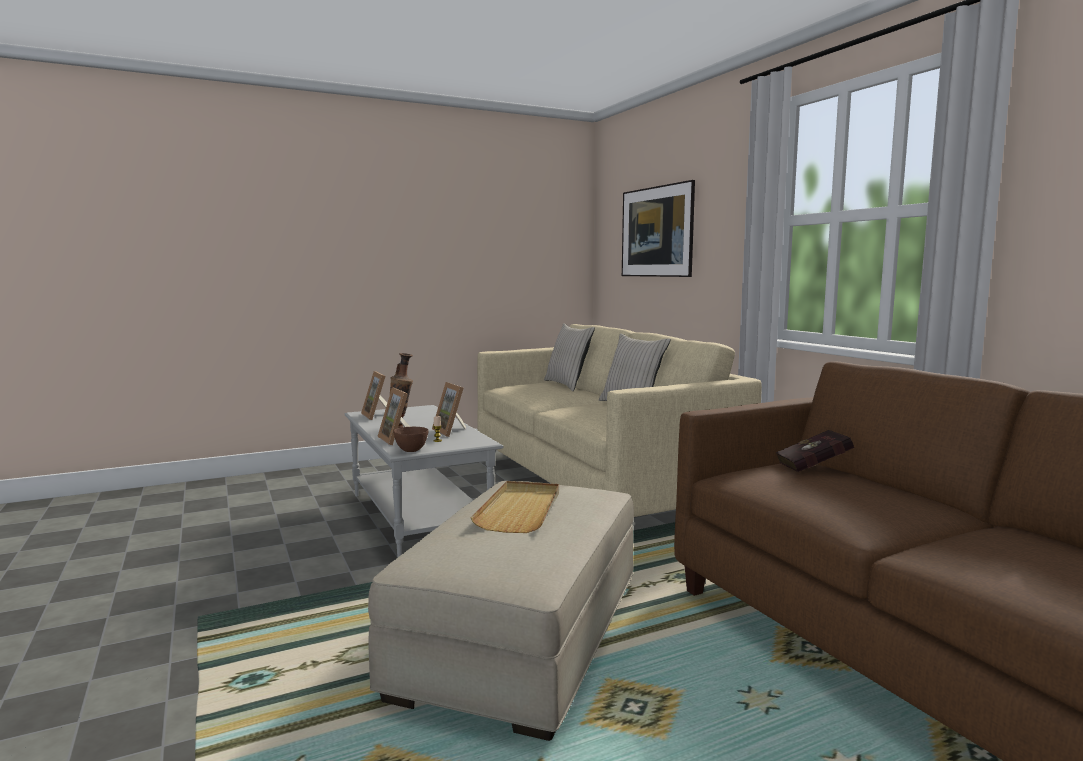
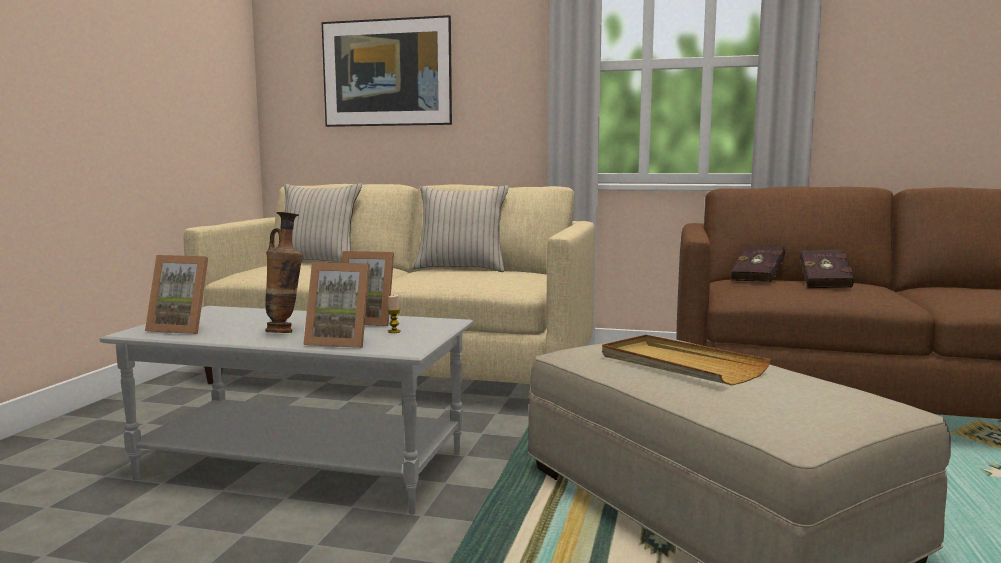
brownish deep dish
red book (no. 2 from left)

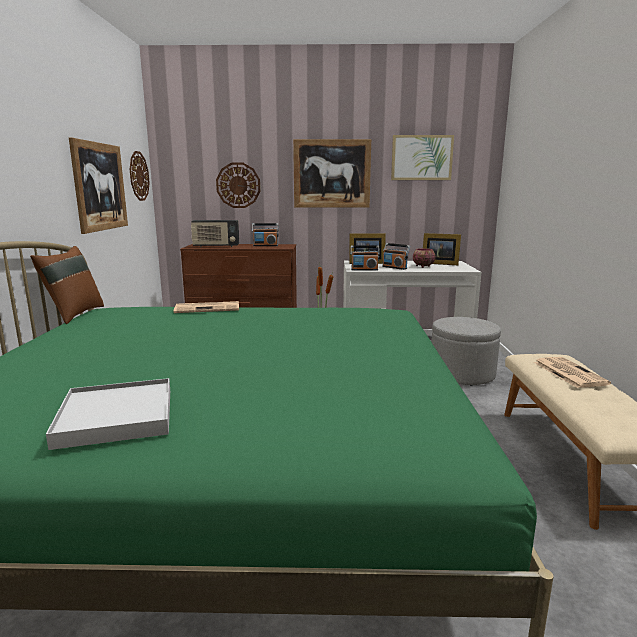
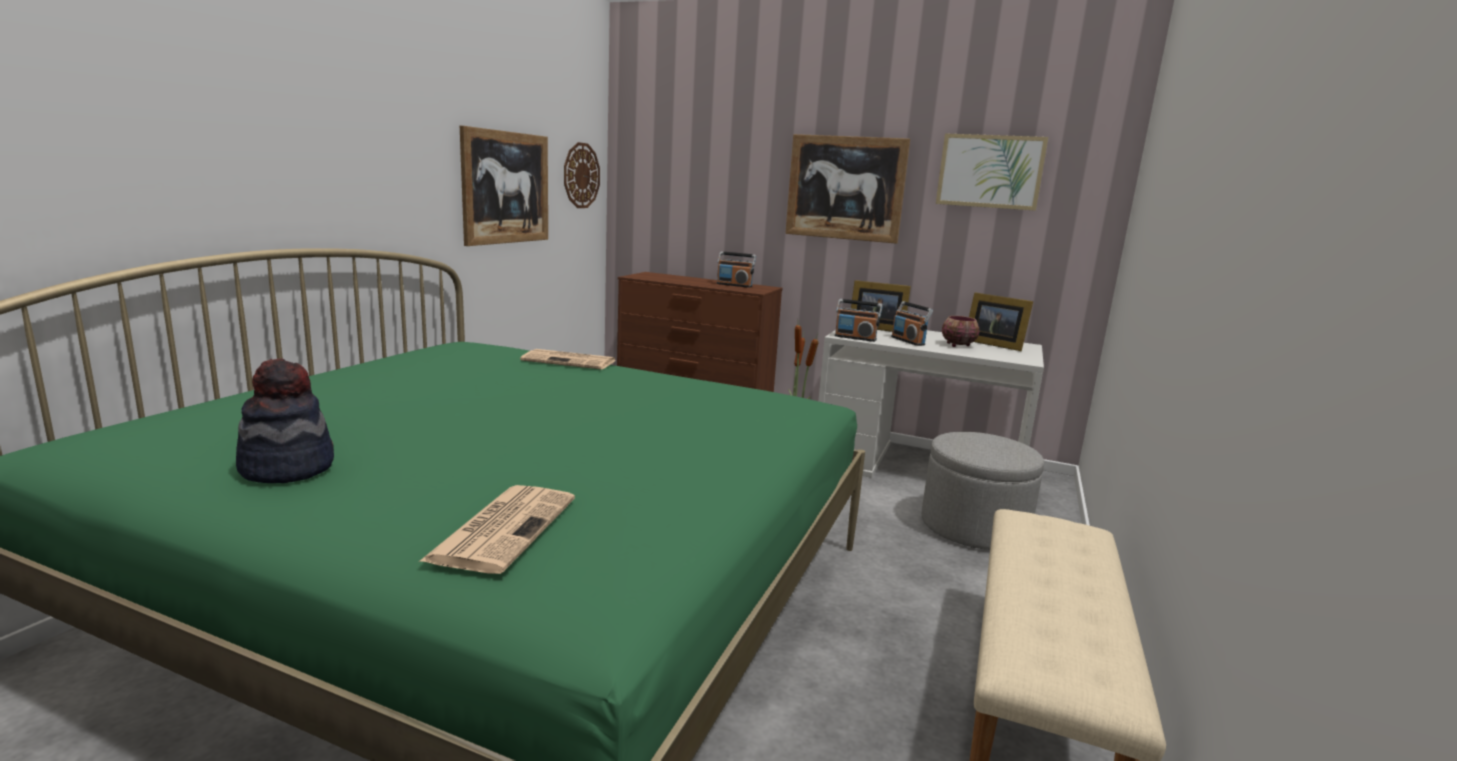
brownish throw pillow
clothing hat
radio set (no. 1 from left in the first image)
clock on the wall (no. 2 from left in the first image)
printed paper (no. 1 from left)

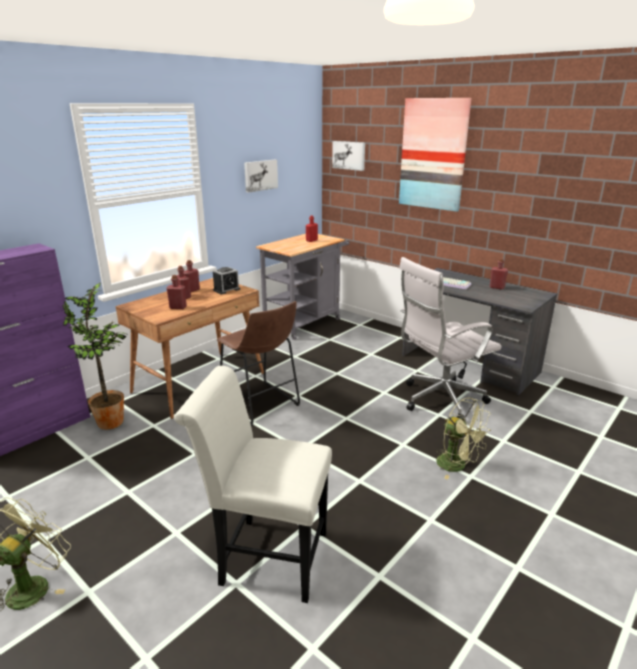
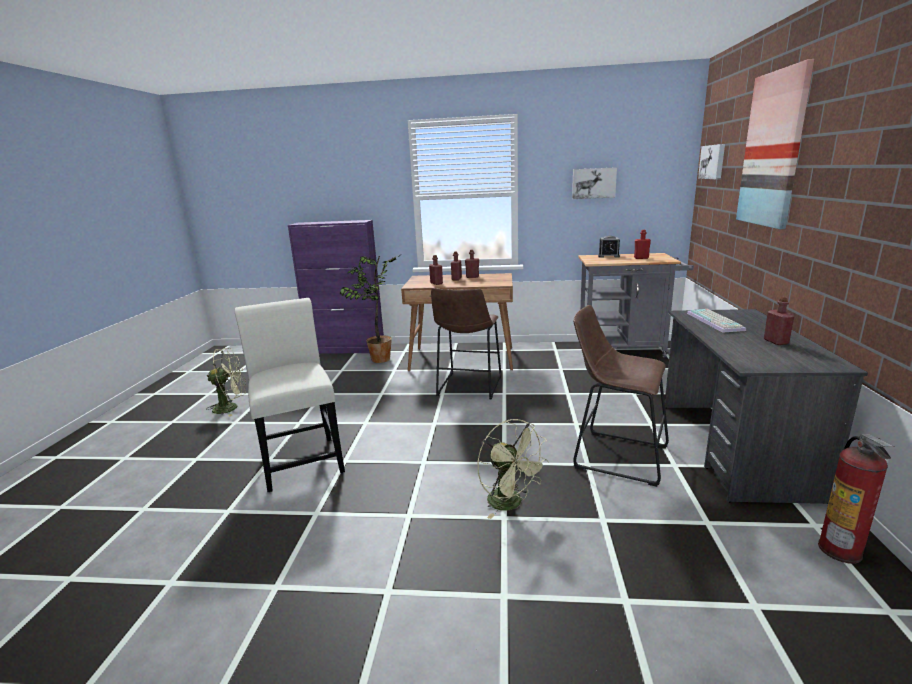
alarm clock
brownish stool seat (no. 2 from left)
green electric fan (no. 2 from left)
extinguisher

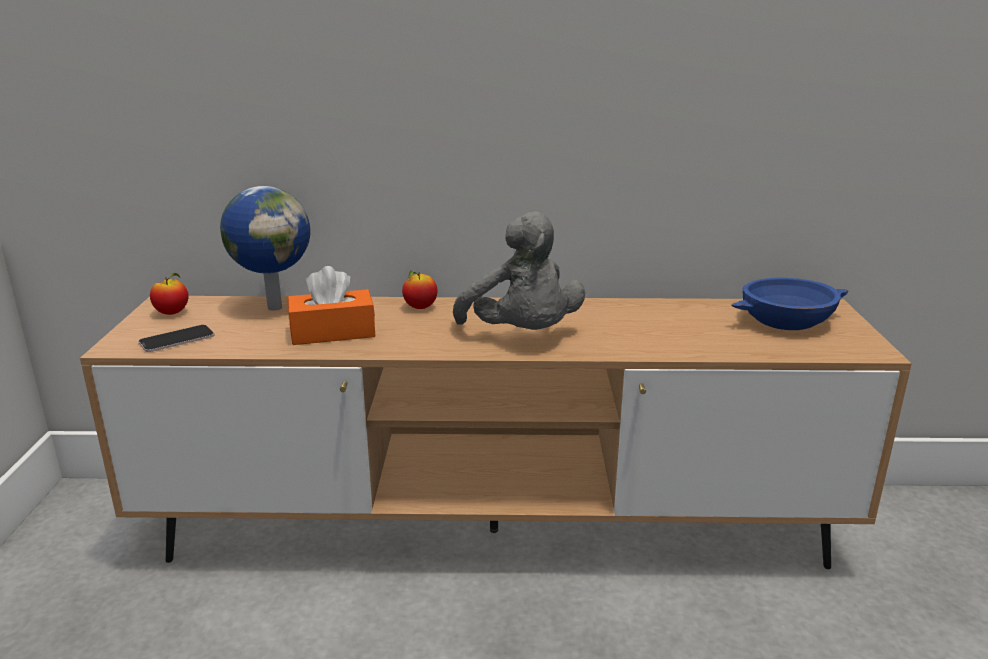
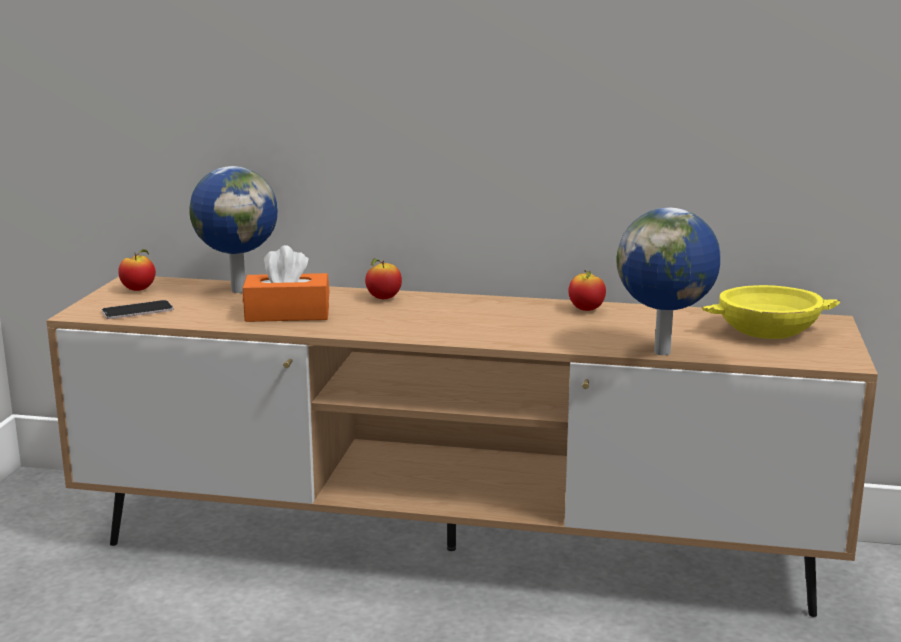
greyish plush toy
yellow-coloured deep dish
apple fruit (no. 3 from left)
world globe (no. 2 from left)

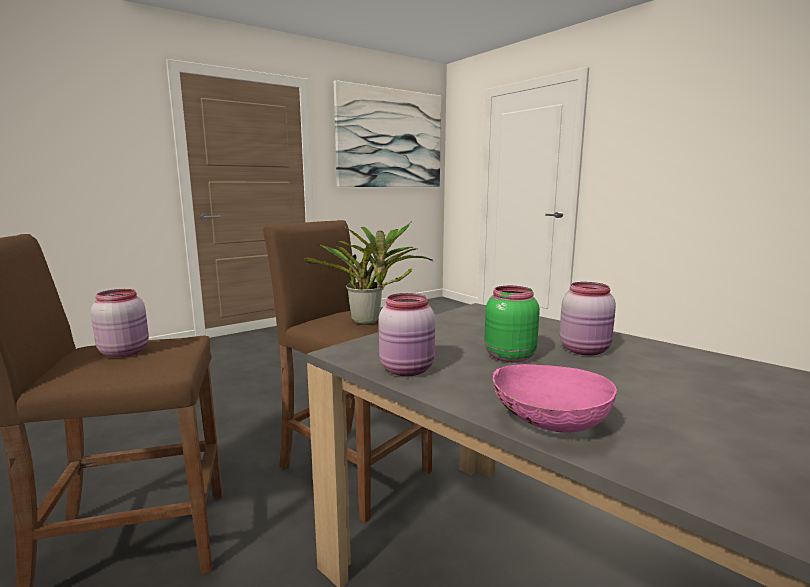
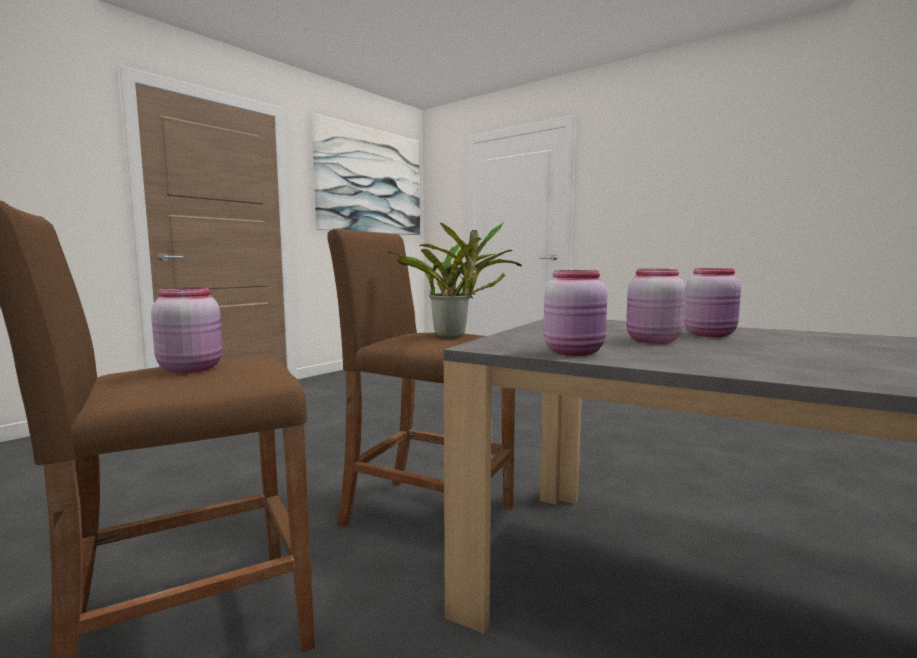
pinkish preserve jar (no. 3 from left)
pinkish deep dish

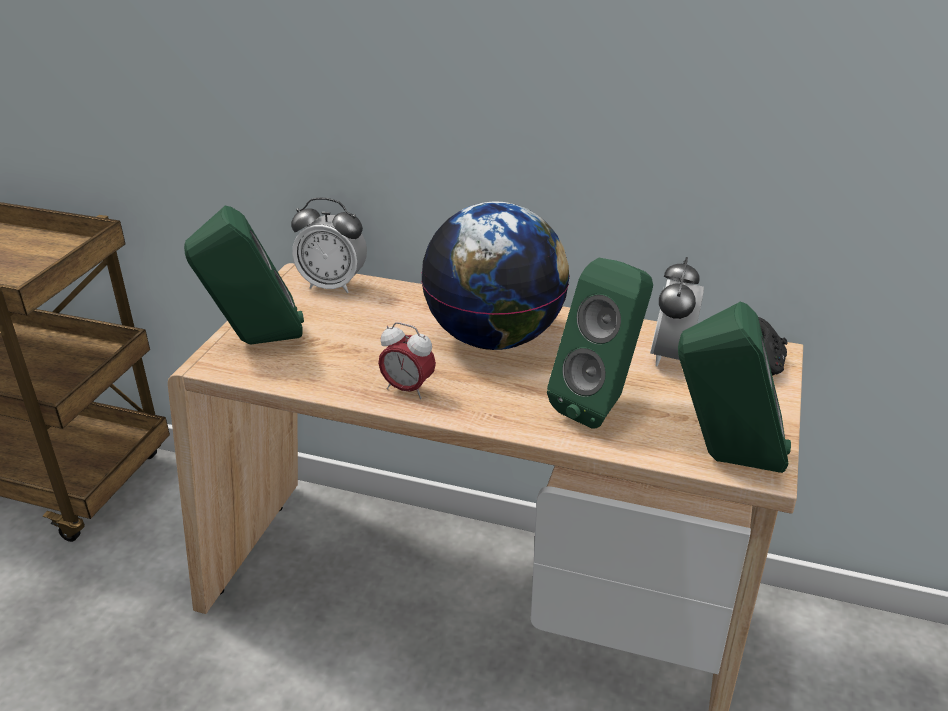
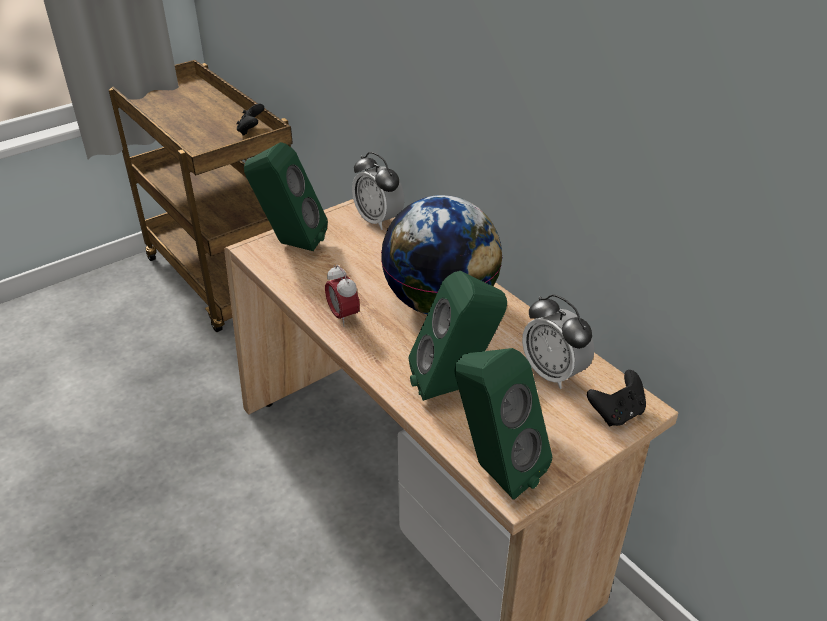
alarm clock (no. 3 from left)
black-coloured gamepad (no. 1 from left)

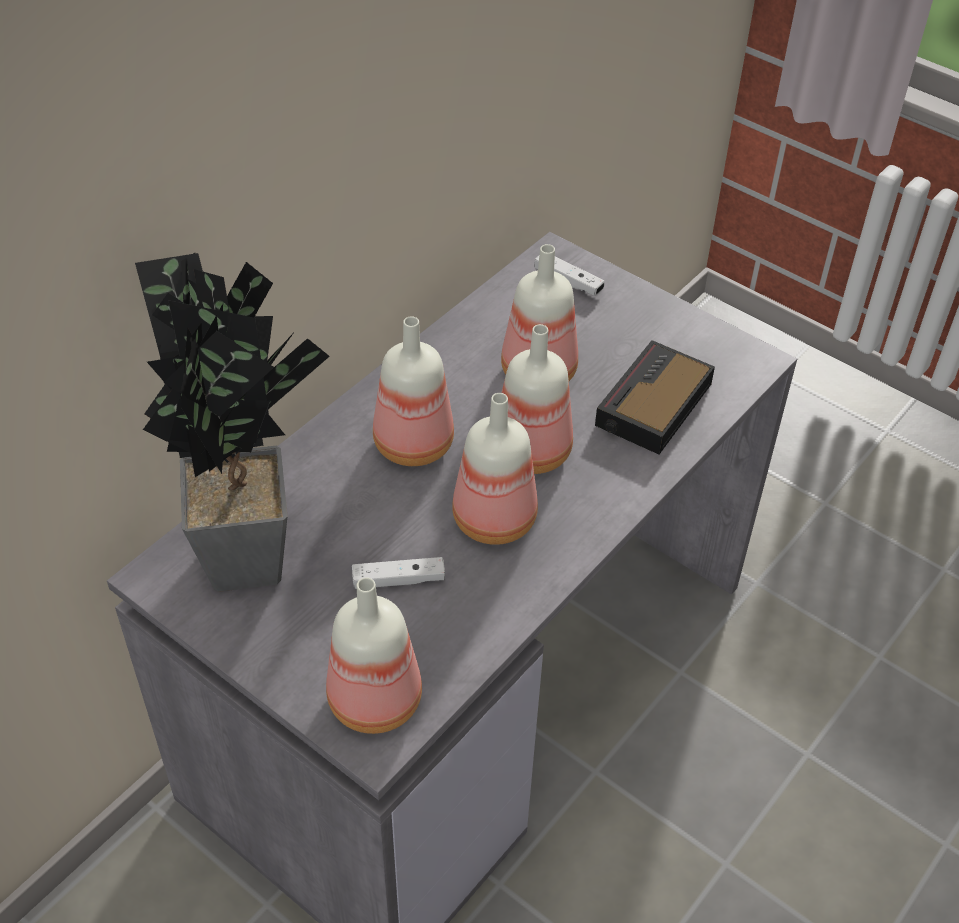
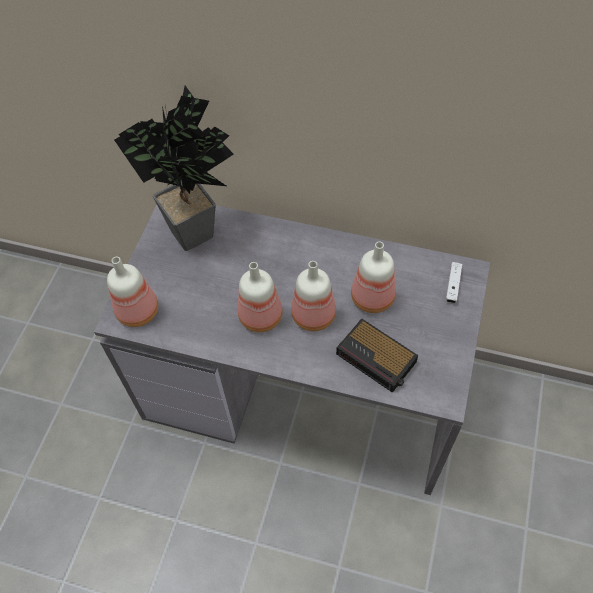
white-coloured gamepad (no. 1 from left in the first image)
bottle (no. 2 from left in the first image)
alarm clock

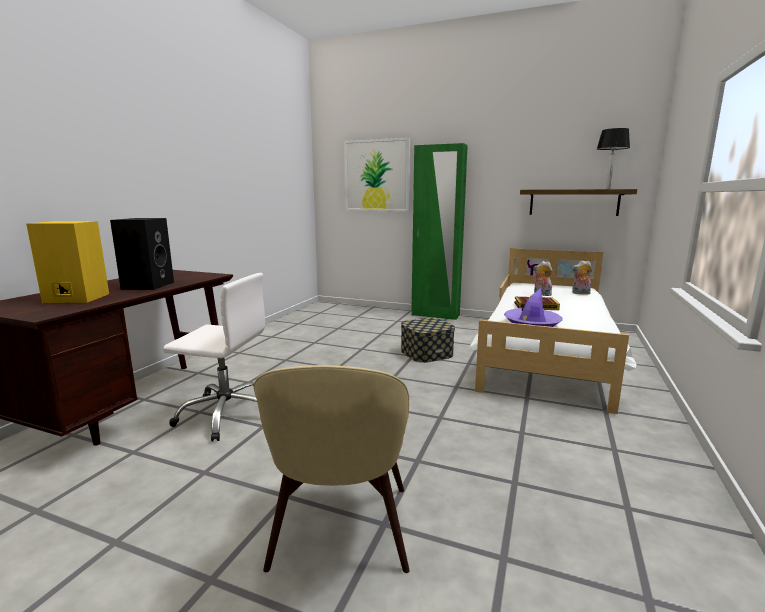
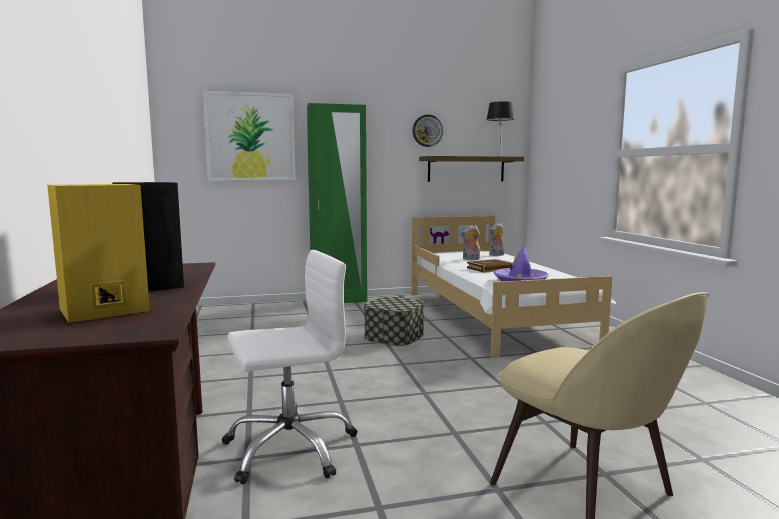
clock on the wall

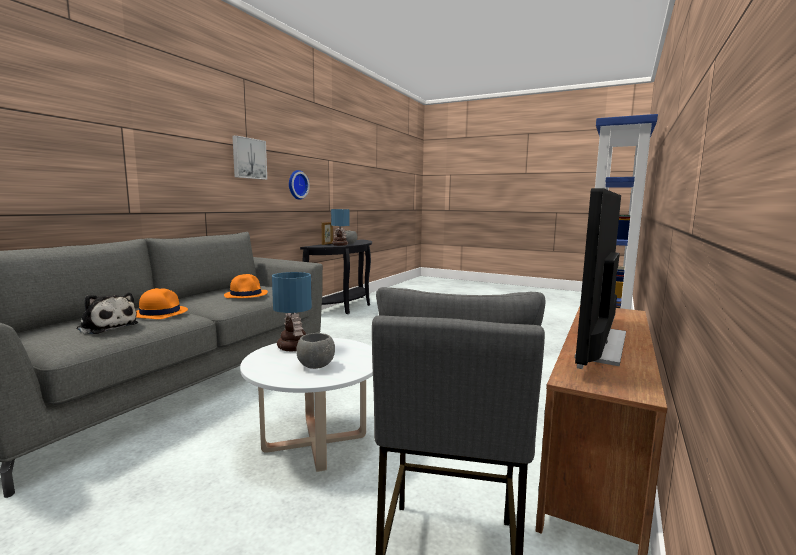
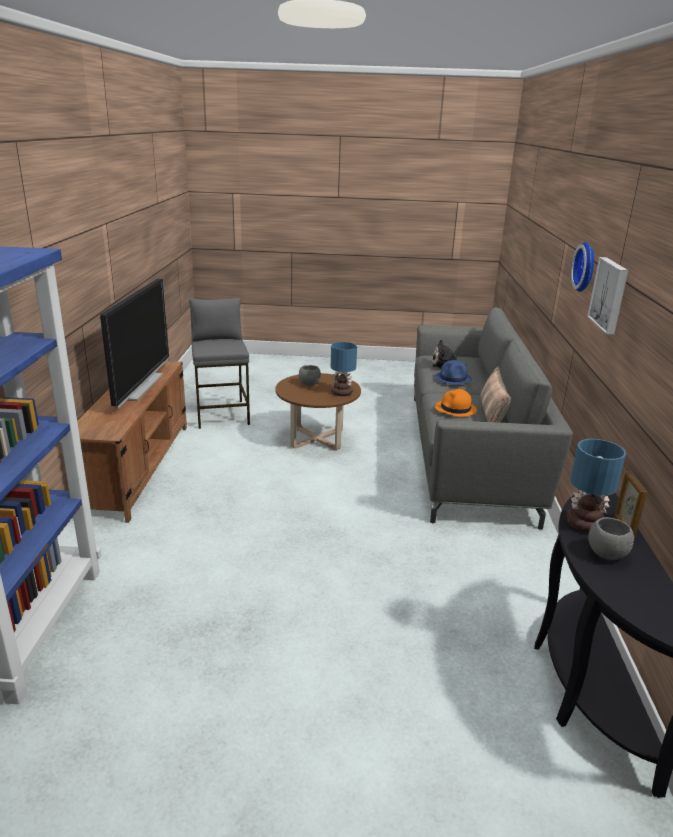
blue clothing hat
brownish low table
clock on the wall
throw pillow

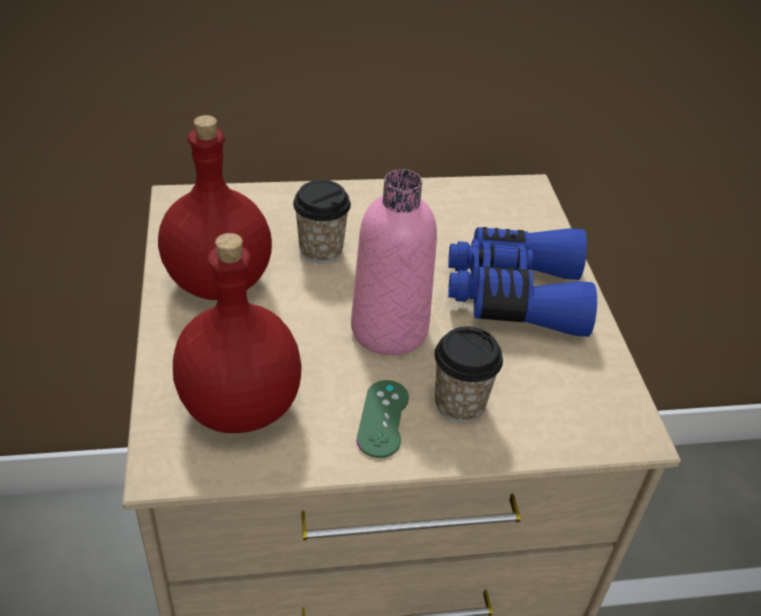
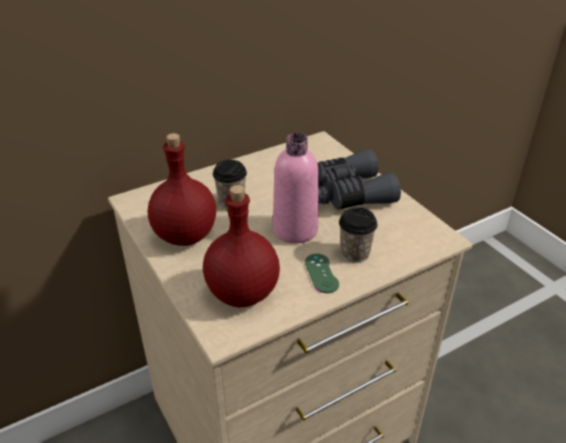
greyish field glasses

